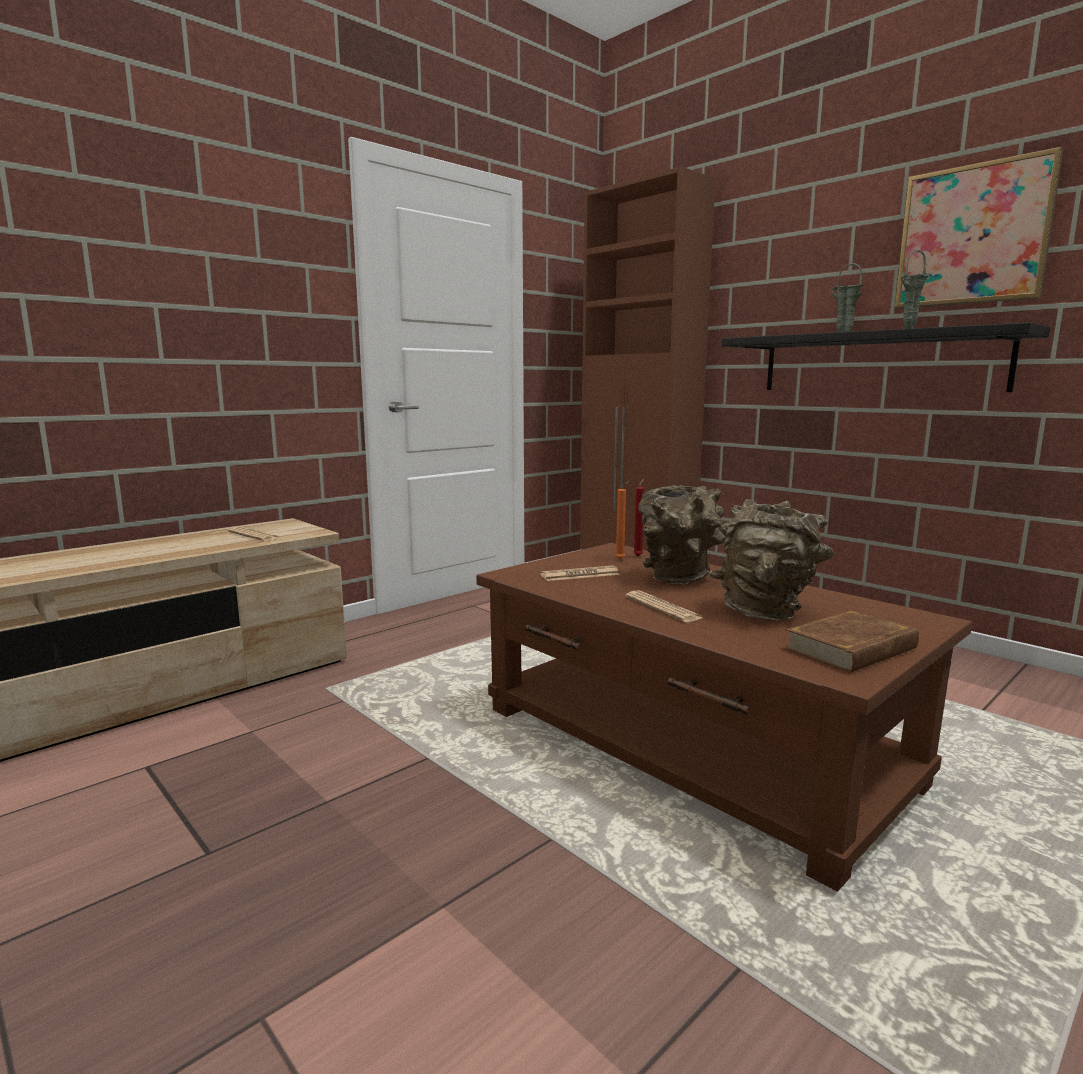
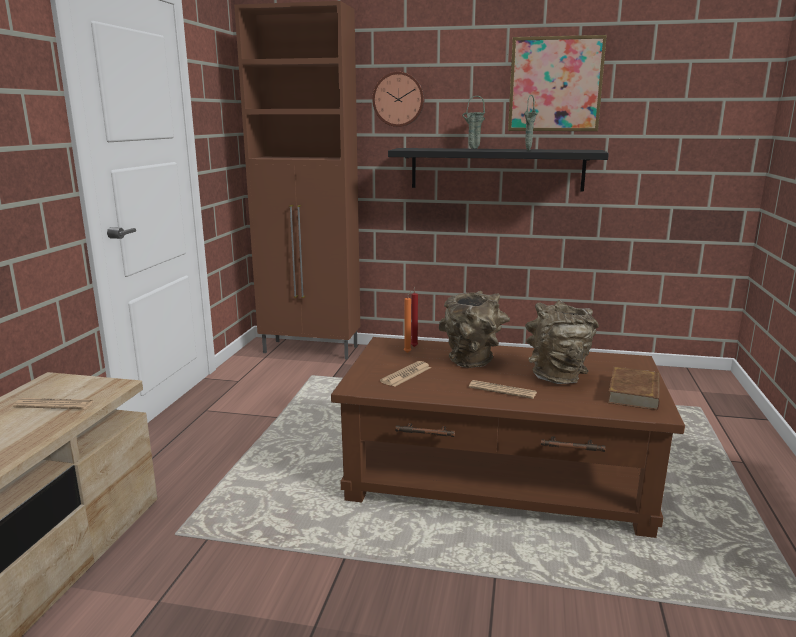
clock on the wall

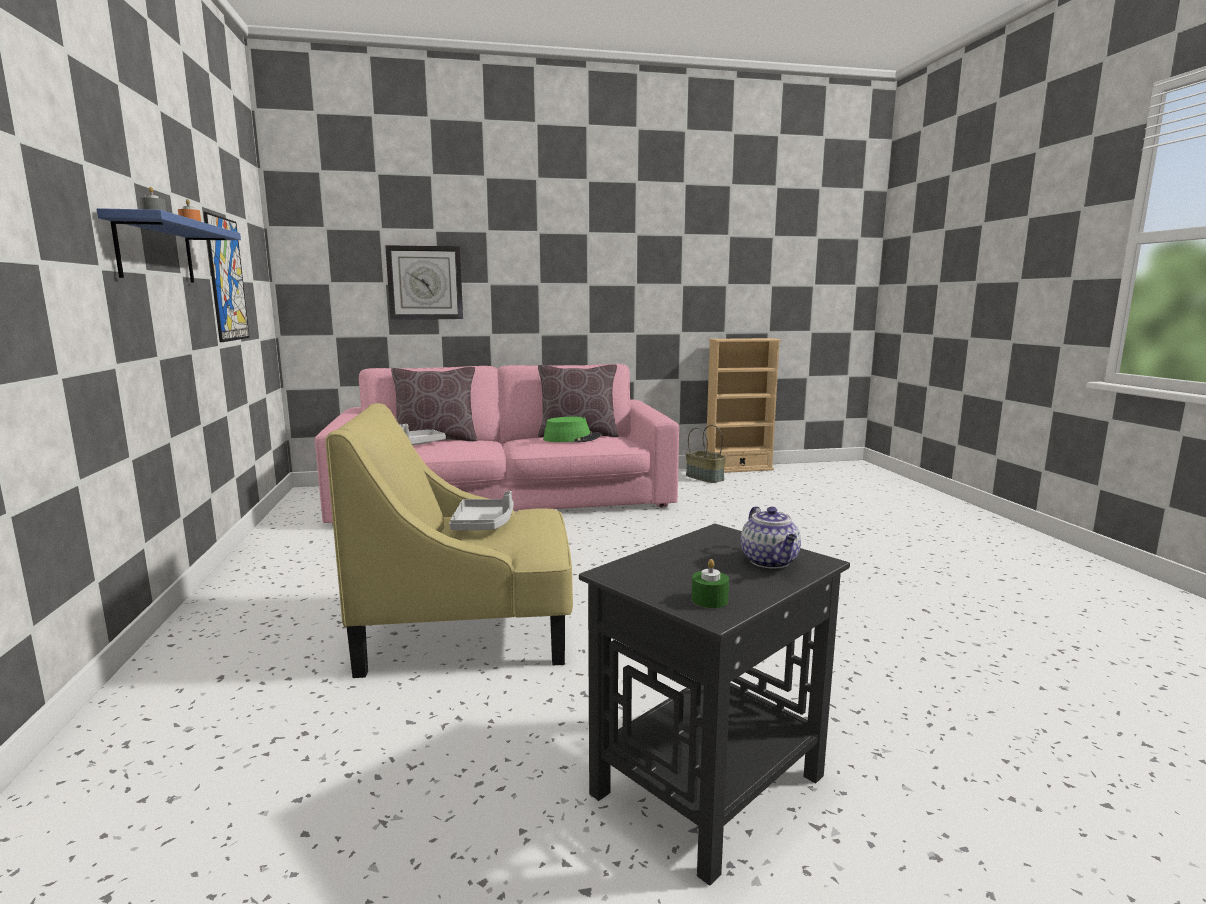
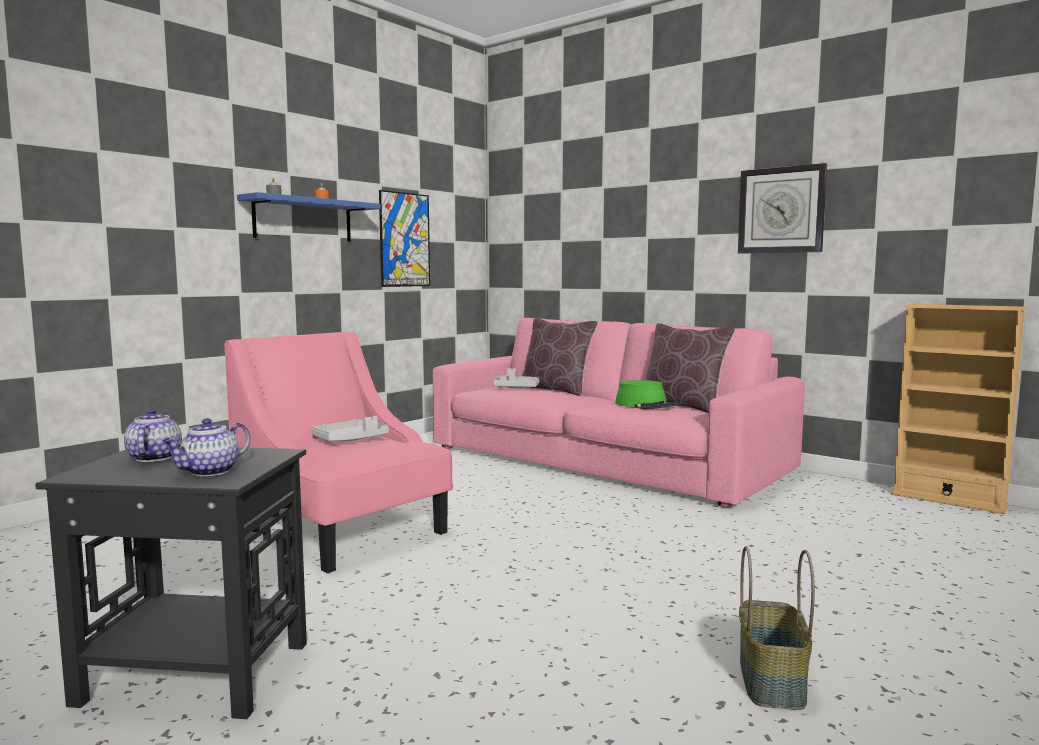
pinkish lounge chair
clock on the wall
storage basket
green wax candle
tea pot (no. 1 from left)

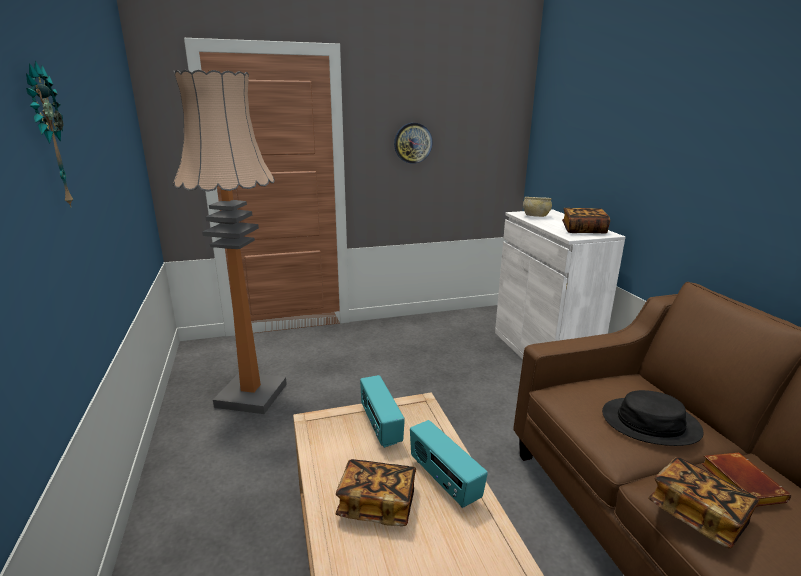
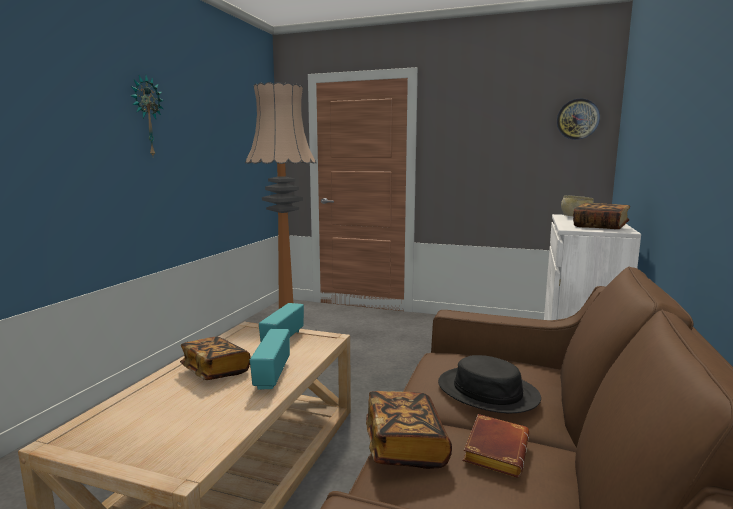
clock on the wall (no. 2 from left)

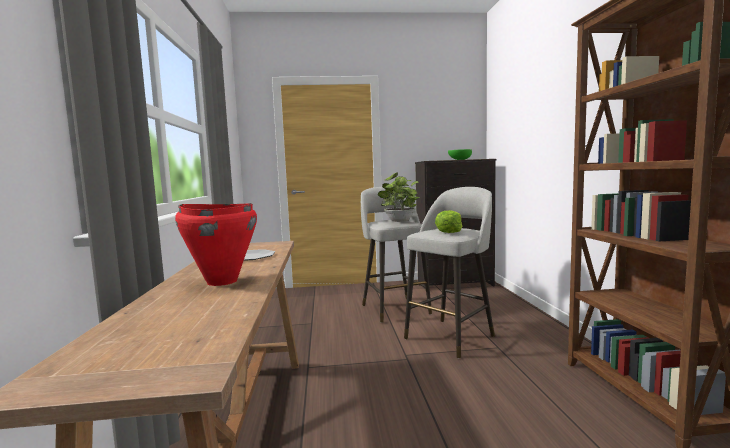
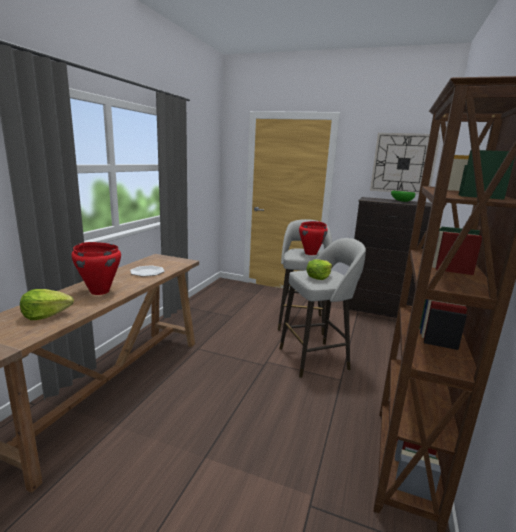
red saucepot (no. 2 from left)
head of lettuce (no. 1 from left)
clock on the wall

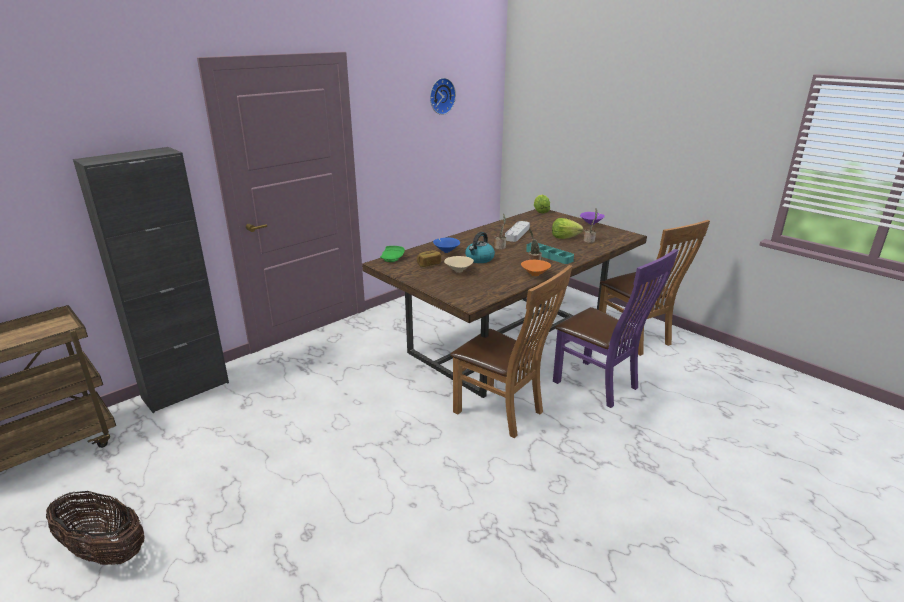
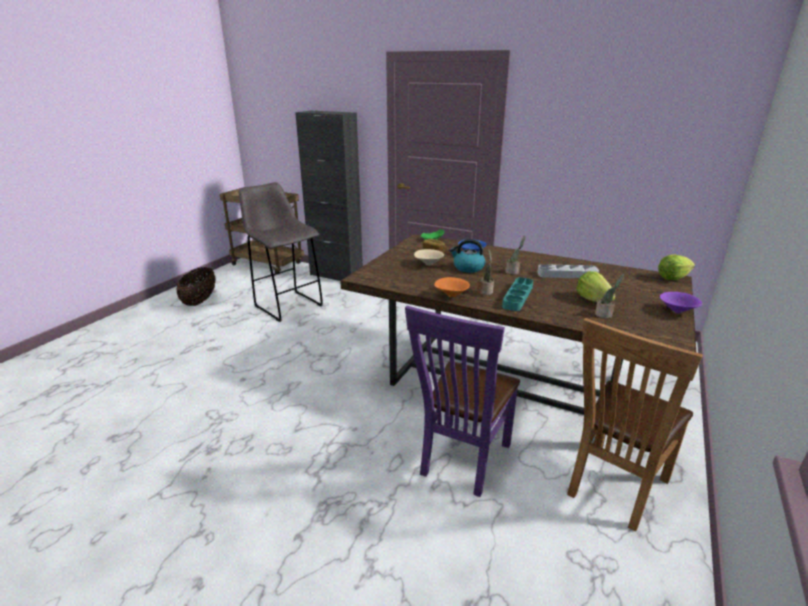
clock on the wall
brownish upright chair (no. 1 from left in the first image)
greyish stool seat

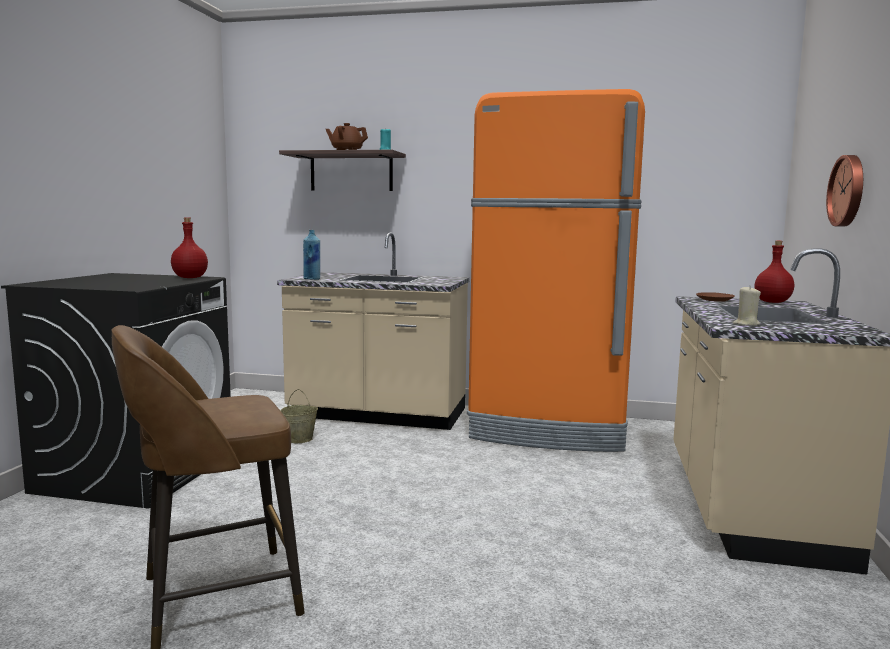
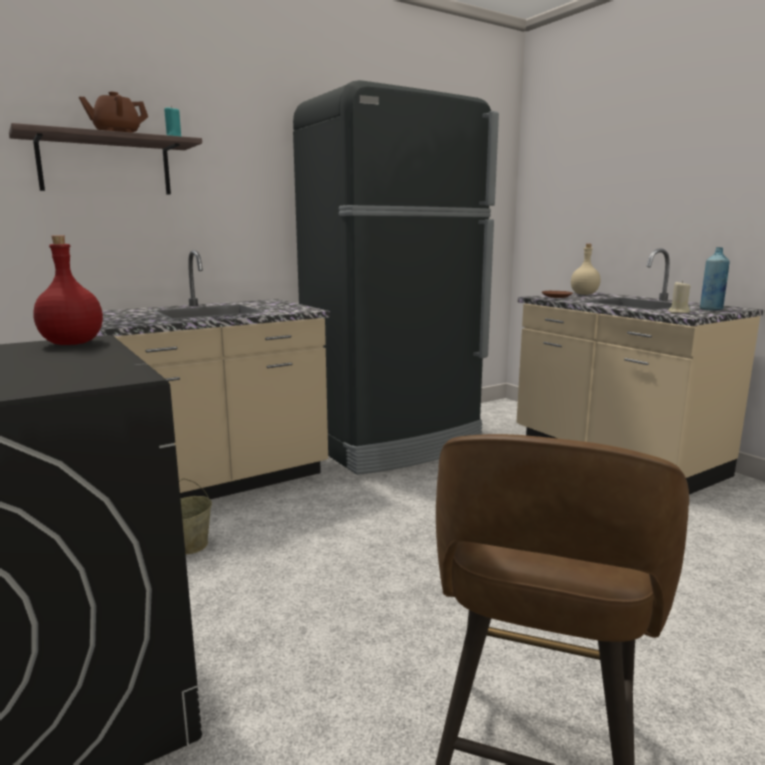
blue bottle
black-coloured refrigerator
sand-coloured bottle
clock on the wall

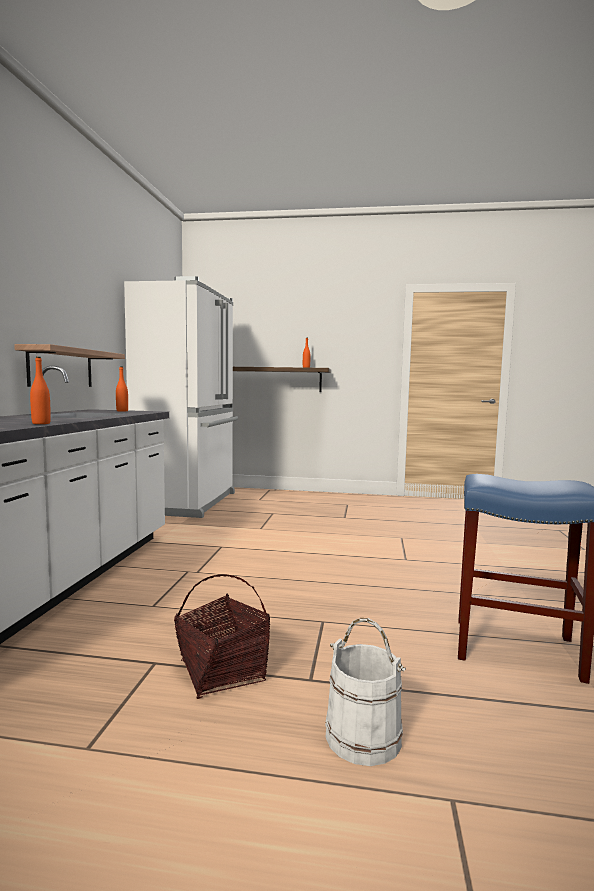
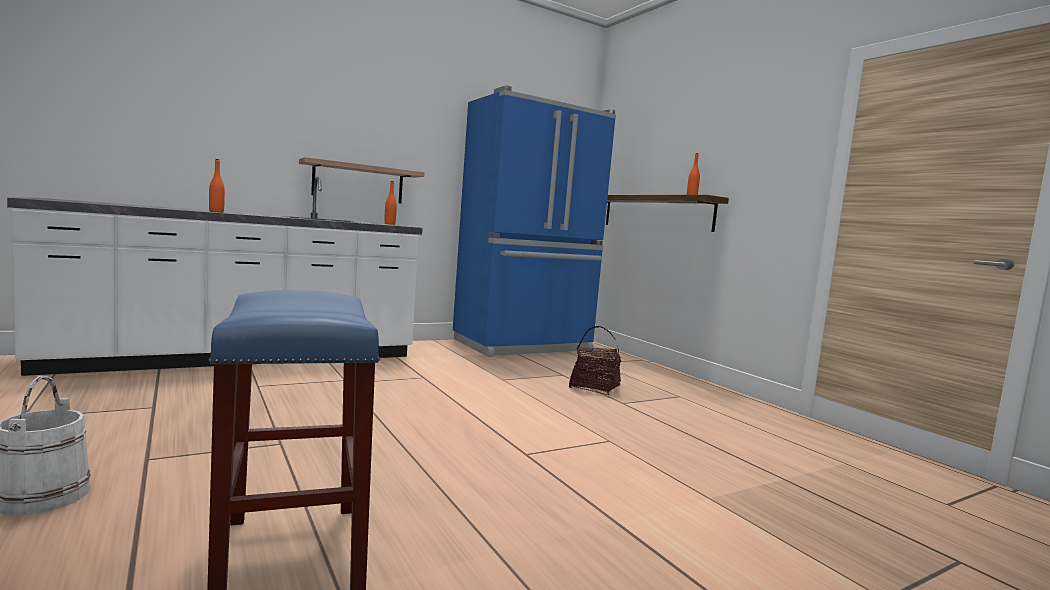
blue refrigerator
storage basket

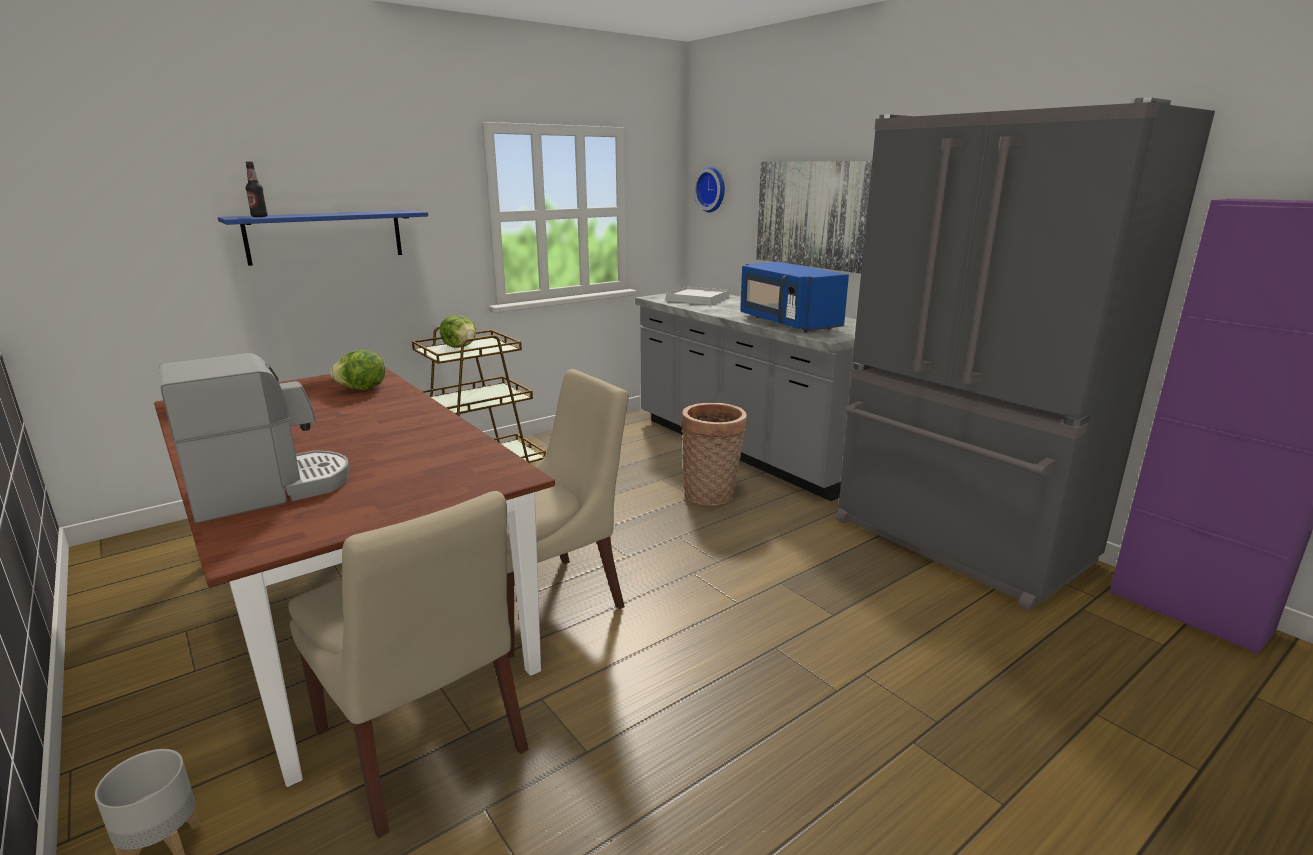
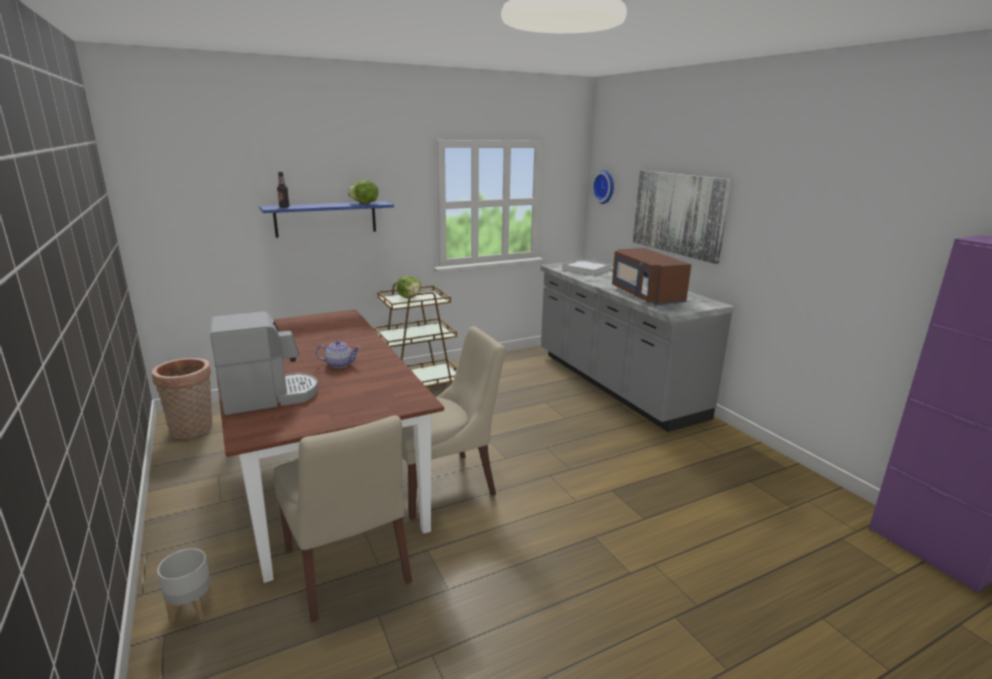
head of lettuce (no. 1 from left)
storage basket
brownish microwave
greyish refrigerator
tea pot

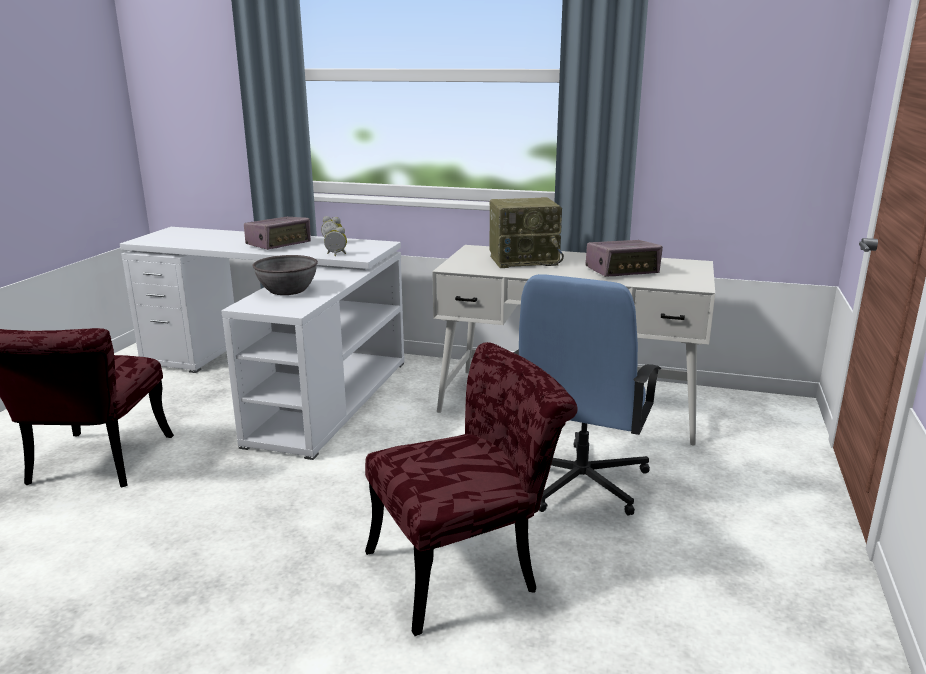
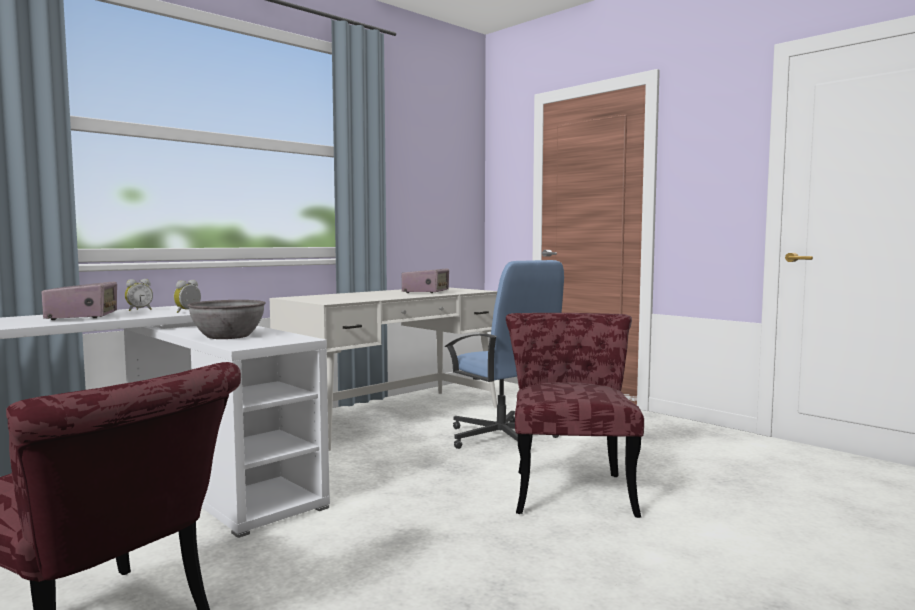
radio set (no. 2 from left in the first image)

